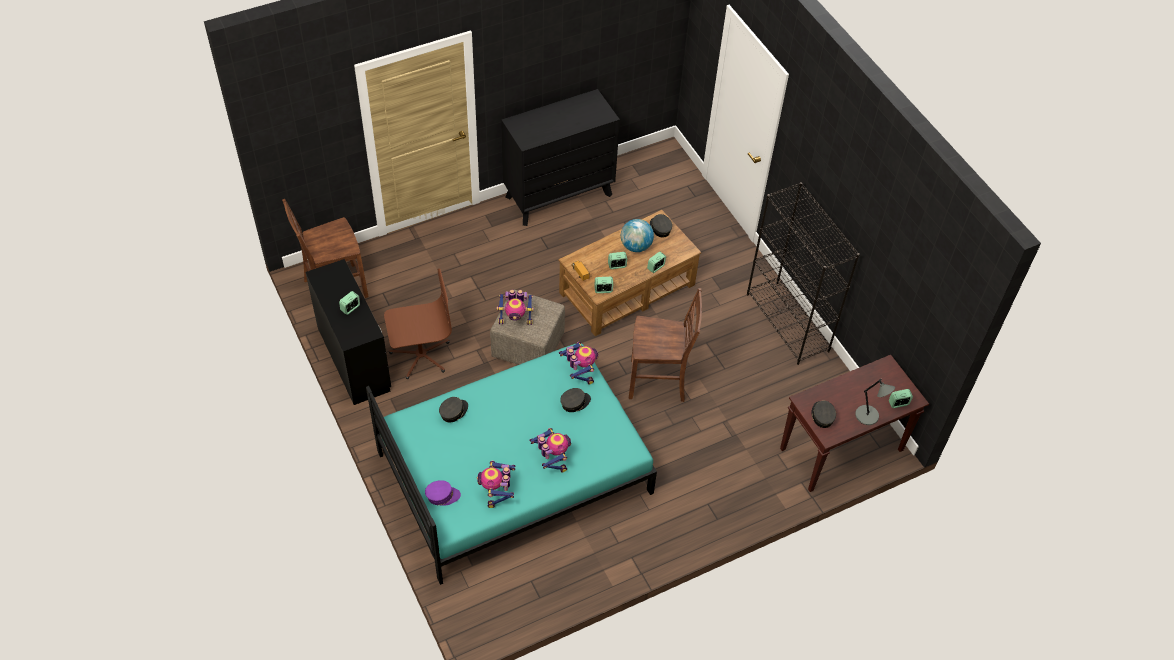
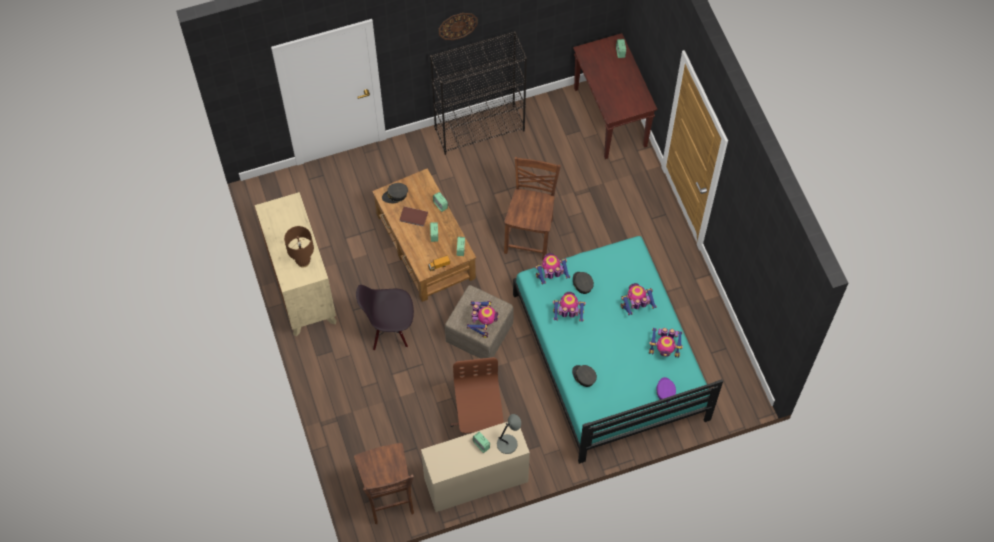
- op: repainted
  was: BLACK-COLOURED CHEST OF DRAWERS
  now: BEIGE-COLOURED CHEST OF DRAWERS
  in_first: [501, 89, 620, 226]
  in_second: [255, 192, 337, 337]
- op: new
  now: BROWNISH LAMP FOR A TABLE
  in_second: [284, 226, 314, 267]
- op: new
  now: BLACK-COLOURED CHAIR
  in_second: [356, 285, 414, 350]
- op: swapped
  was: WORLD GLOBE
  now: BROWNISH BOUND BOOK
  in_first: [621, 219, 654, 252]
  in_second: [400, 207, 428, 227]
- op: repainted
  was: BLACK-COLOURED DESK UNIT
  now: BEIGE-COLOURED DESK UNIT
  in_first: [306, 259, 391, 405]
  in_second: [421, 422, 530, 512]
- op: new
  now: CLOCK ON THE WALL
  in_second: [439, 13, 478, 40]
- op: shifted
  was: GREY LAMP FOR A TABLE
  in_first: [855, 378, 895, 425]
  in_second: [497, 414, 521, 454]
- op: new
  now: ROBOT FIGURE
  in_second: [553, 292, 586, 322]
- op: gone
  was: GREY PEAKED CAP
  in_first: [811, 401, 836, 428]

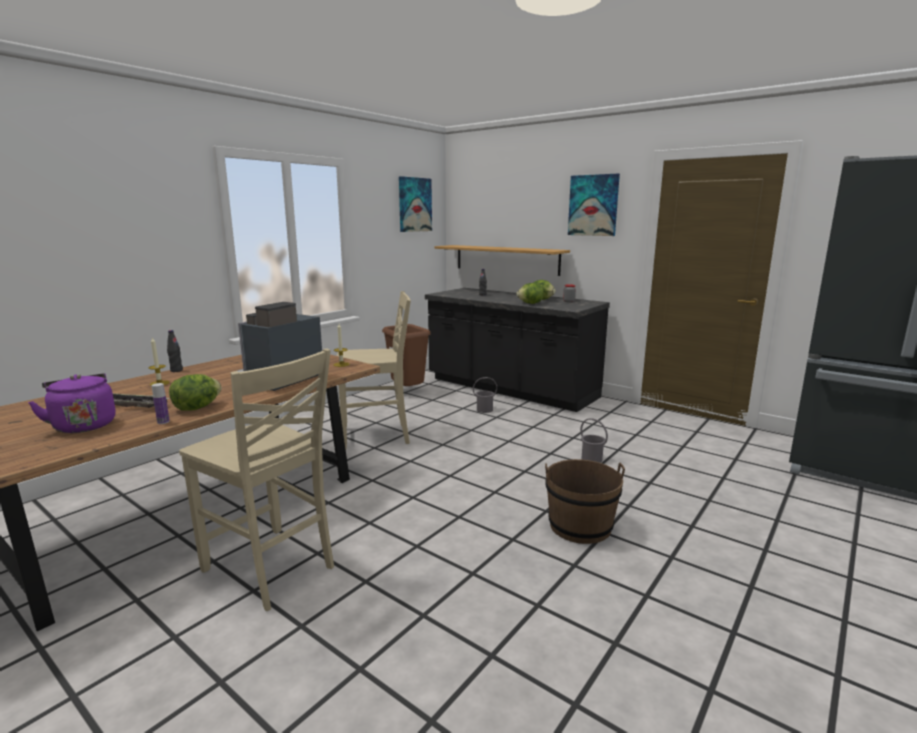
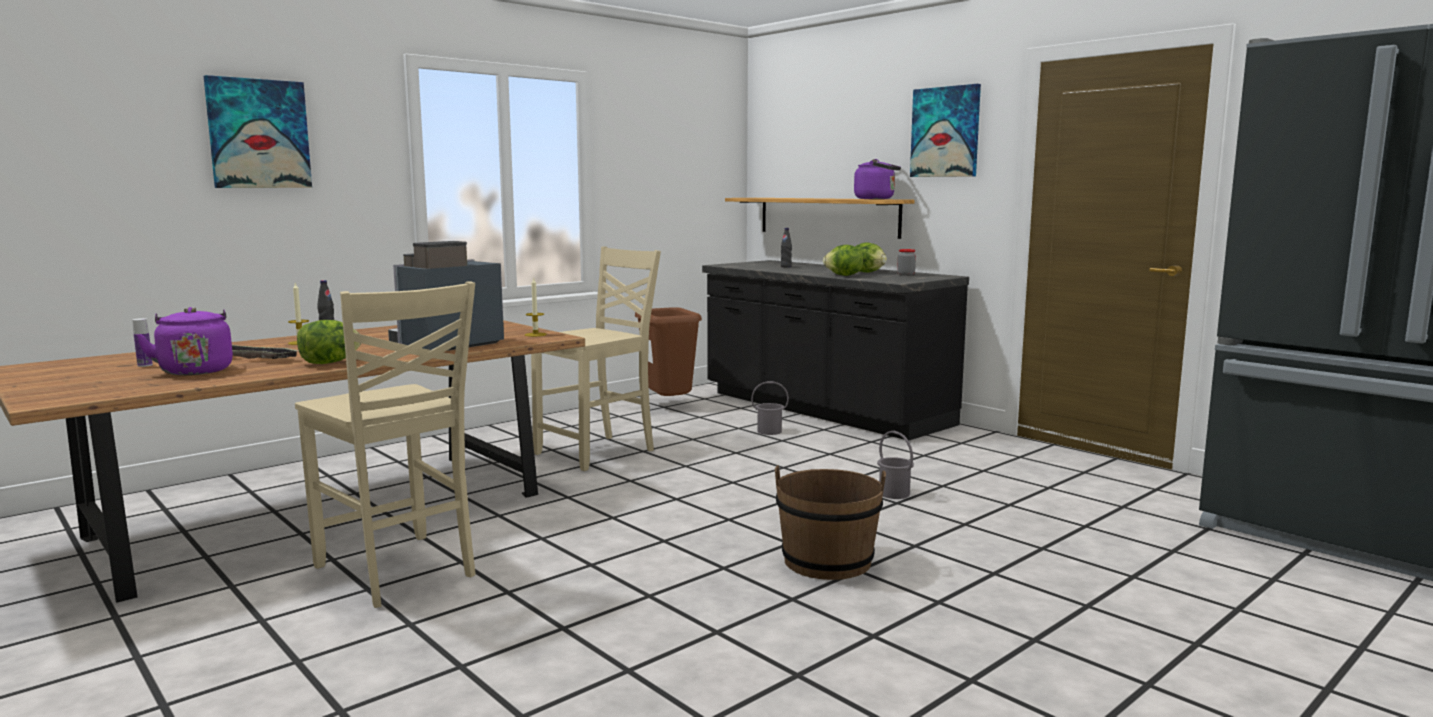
- op: shifted
  was: DRINK BOTTLE
  in_first: [152, 383, 170, 424]
  in_second: [132, 318, 153, 367]
- op: shifted
  was: PICTURE
  in_first: [399, 176, 432, 232]
  in_second: [204, 75, 312, 188]
- op: rotated
  was: BEIGE-COLOURED CHAIR
  in_first: [337, 291, 411, 449]
  in_second: [531, 246, 661, 471]
  clockwise: -45
- op: new
  now: PURPLE-COLOURED WATER KETTLE
  in_second: [854, 159, 901, 199]

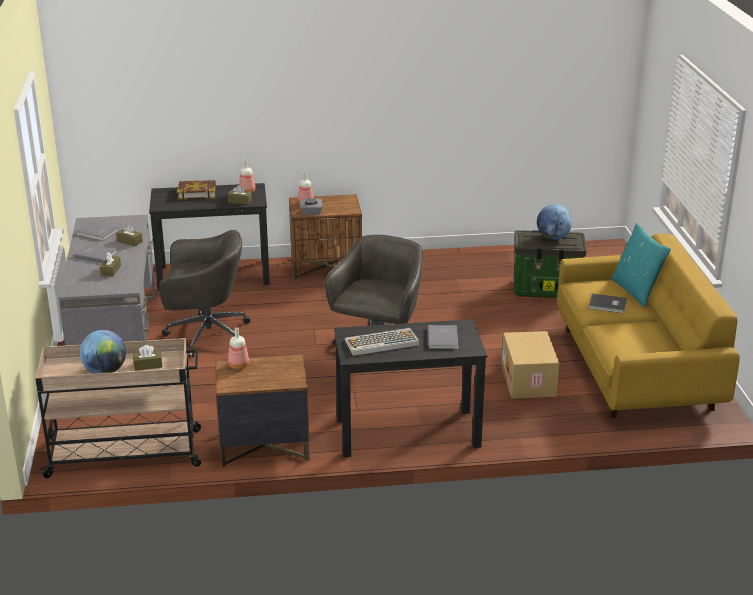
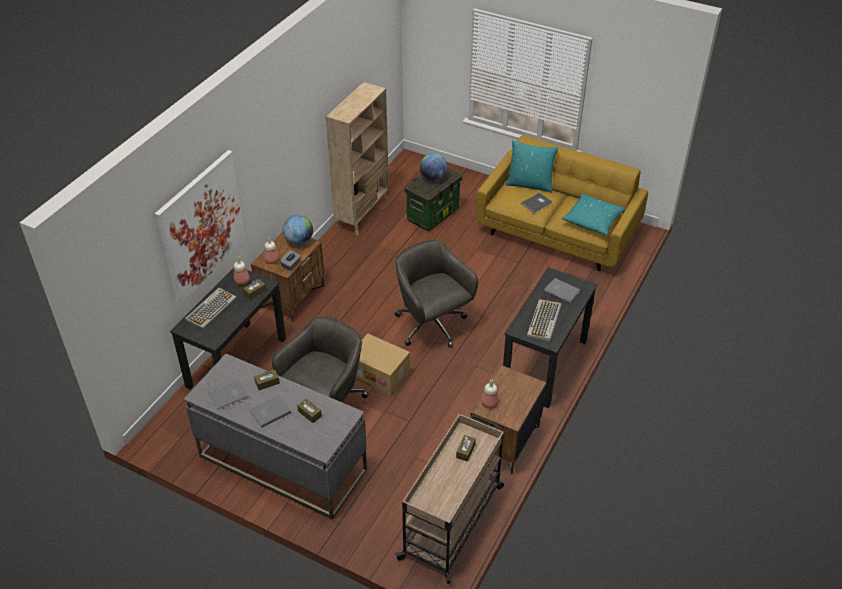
- op: new
  now: PICTURE
  in_second: [155, 150, 247, 304]
- op: swapped
  was: BOUND BOOK
  now: COMPUTER KEYBOARD
  in_first: [177, 180, 216, 200]
  in_second: [185, 288, 237, 329]
- op: shifted
  was: WORLD GLOBE
  in_first: [80, 330, 126, 374]
  in_second: [283, 215, 313, 245]
- op: new
  now: BEIGE-COLOURED BOOKSHELF
  in_second: [326, 82, 389, 235]
- op: shifted
  was: CARDBOARD BOX
  in_first: [501, 331, 559, 398]
  in_second: [355, 334, 410, 397]
- op: new
  now: TURQUOISE-COLOURED PILLOW
  in_second: [561, 193, 625, 235]

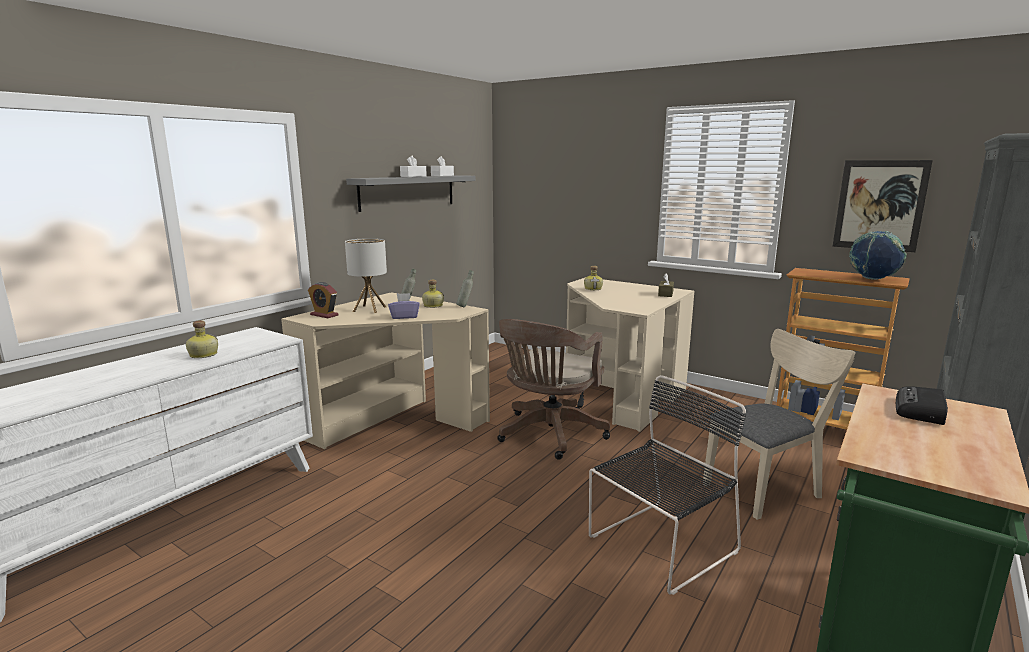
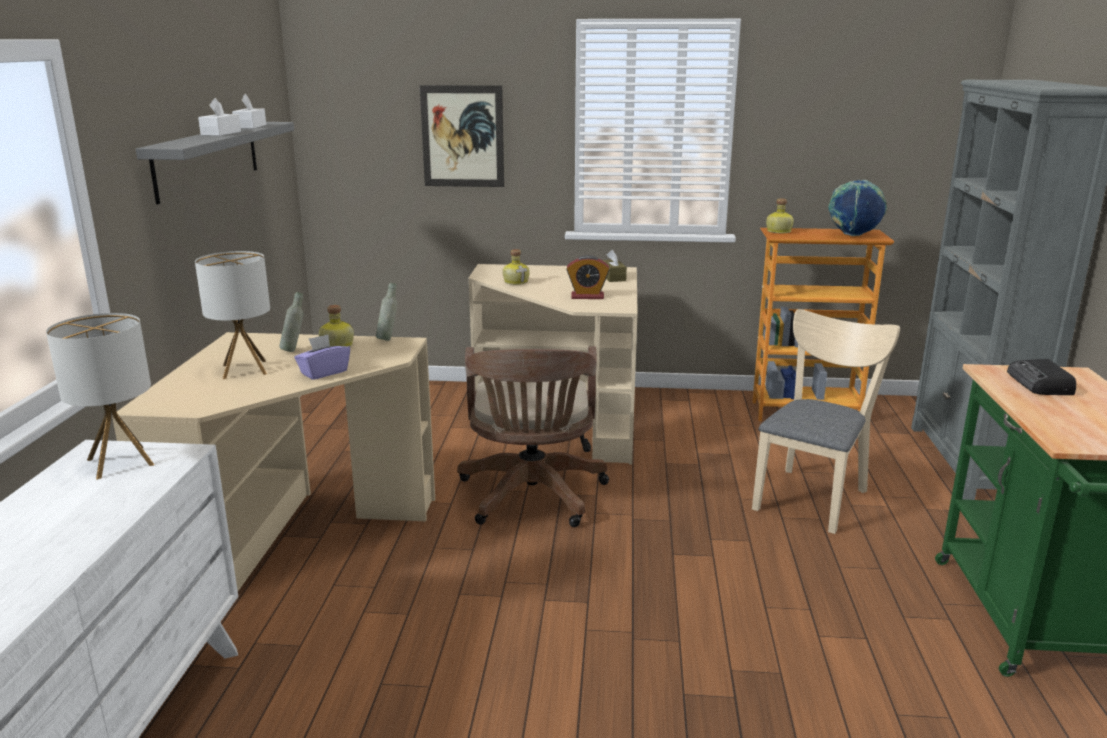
- op: new
  now: LAMP FOR A TABLE
  in_second: [46, 313, 155, 479]
- op: shifted
  was: PICTURE
  in_first: [832, 160, 933, 252]
  in_second: [420, 85, 504, 187]
- op: shifted
  was: ALARM CLOCK
  in_first: [308, 282, 339, 318]
  in_second: [566, 255, 610, 299]
- op: shifted
  was: DRINK BOTTLE
  in_first: [186, 321, 218, 358]
  in_second: [766, 198, 794, 233]
- op: gone
  was: BLACK-COLOURED CHAIR
  in_first: [589, 375, 746, 595]

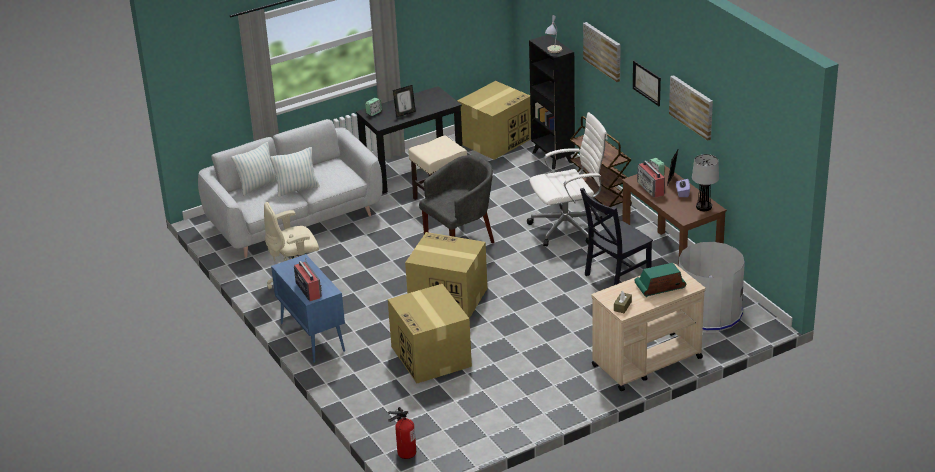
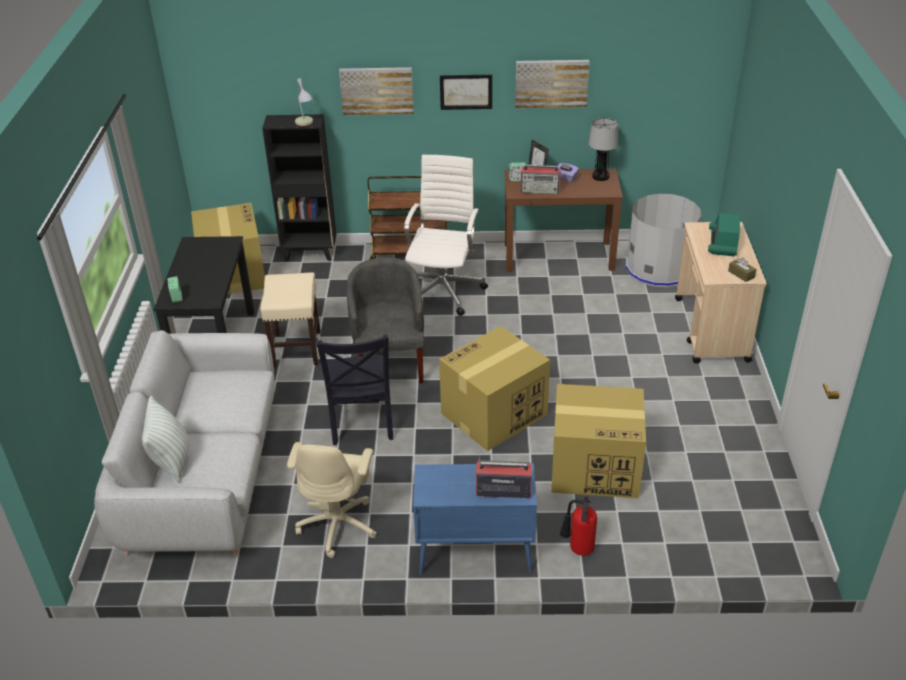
- op: shifted
  was: BLACK-COLOURED CHAIR
  in_first: [580, 188, 653, 285]
  in_second: [317, 334, 393, 445]
- op: shifted
  was: FIRE-FIGHTING CYLINDER
  in_first: [388, 407, 416, 459]
  in_second: [560, 496, 597, 556]
- op: gone
  was: PILLOW
  in_first: [270, 147, 320, 197]
- op: gone
  was: STANDING FRAME
  in_first: [393, 85, 416, 117]

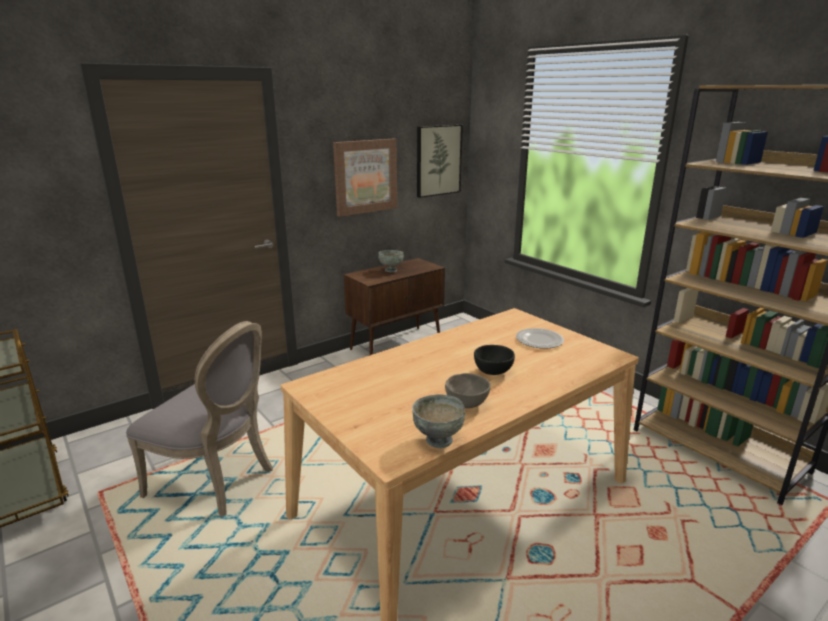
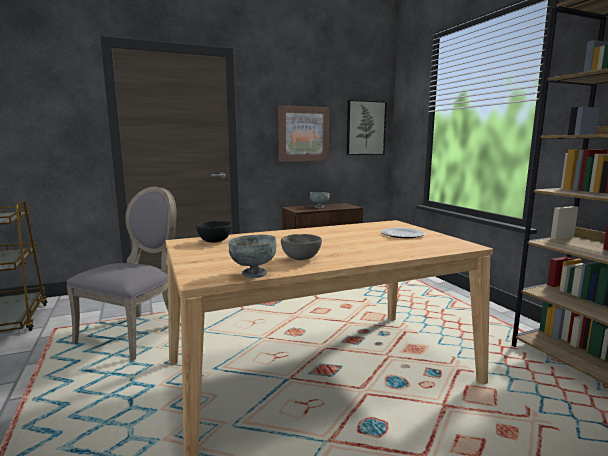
- op: rotated
  was: GREY CHAIR
  in_first: [126, 321, 273, 517]
  in_second: [66, 187, 181, 361]
  clockwise: -105
- op: shifted
  was: BLACK-COLOURED DEEP DISH
  in_first: [474, 345, 515, 375]
  in_second: [196, 221, 232, 243]

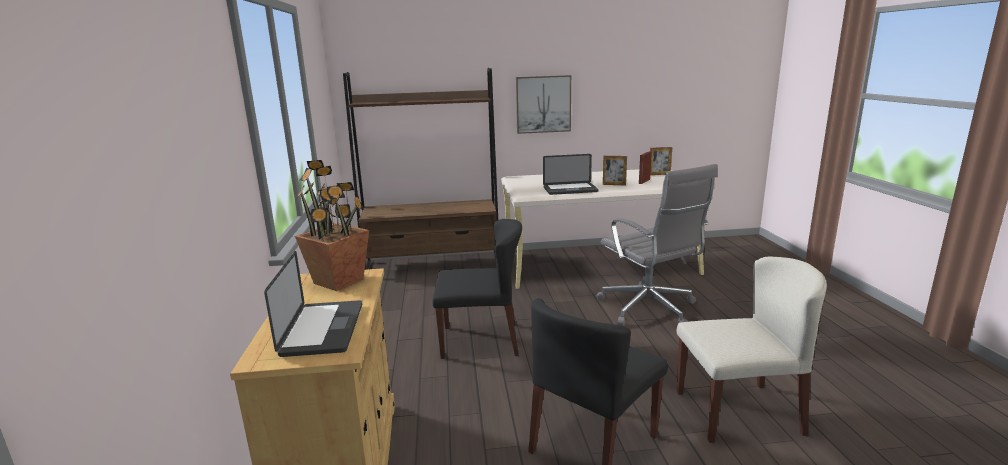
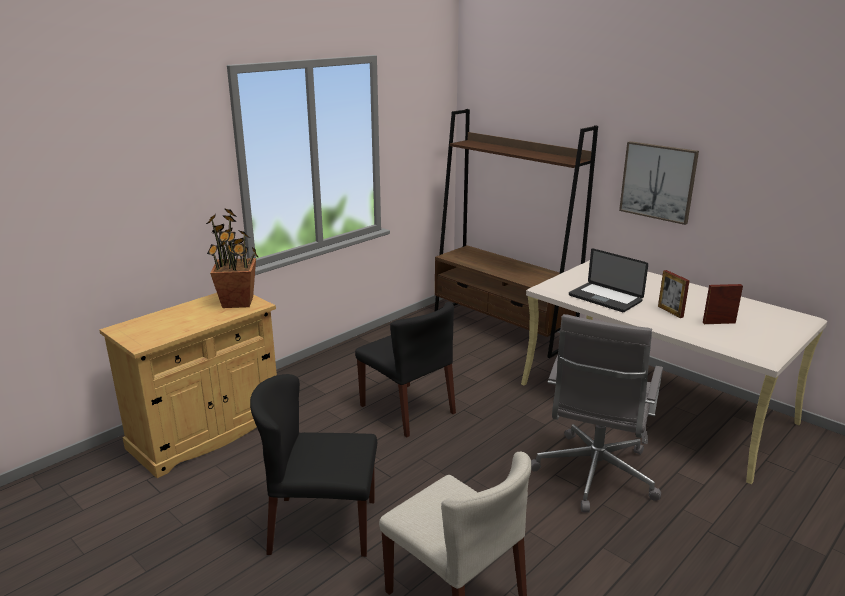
- op: gone
  was: LAPTOP
  in_first: [264, 251, 362, 357]
- op: gone
  was: STANDING FRAME
  in_first: [650, 147, 672, 175]

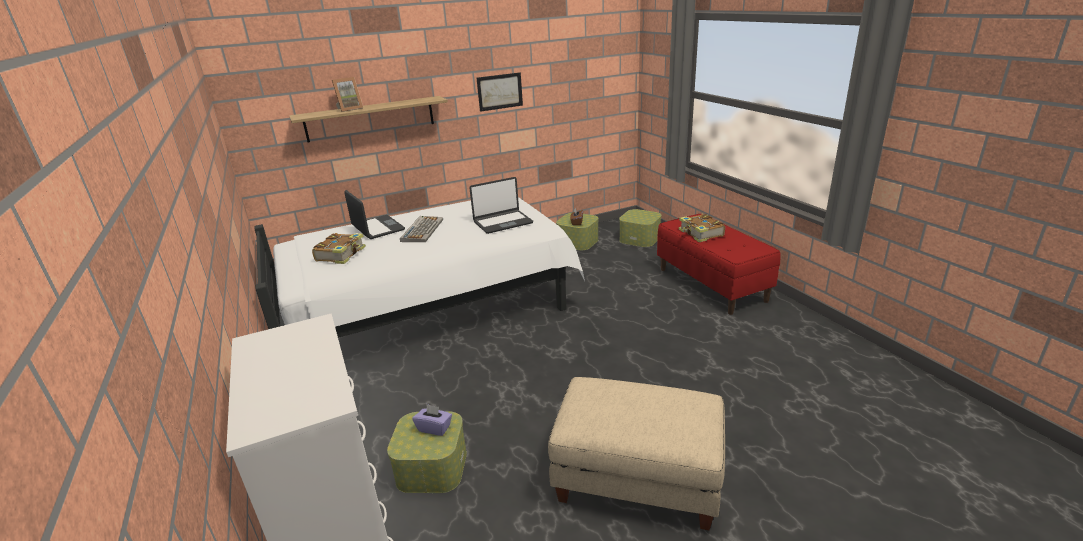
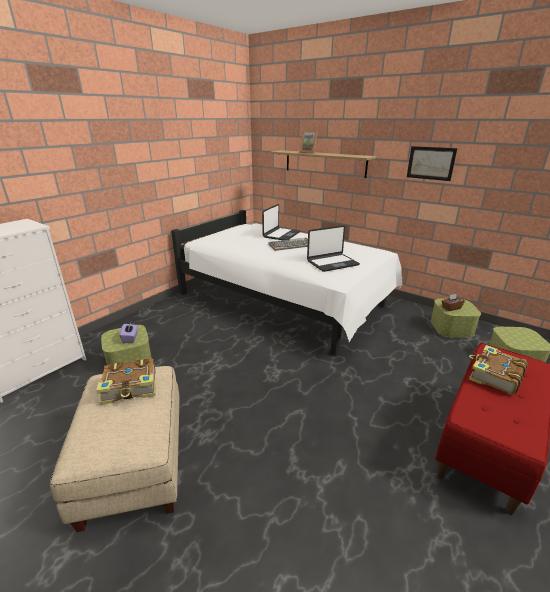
- op: shifted
  was: BOUND BOOK
  in_first: [312, 233, 366, 264]
  in_second: [96, 358, 156, 405]
- op: rotated
  was: LAPTOP
  in_first: [470, 177, 533, 234]
  in_second: [307, 225, 360, 272]
  clockwise: -60

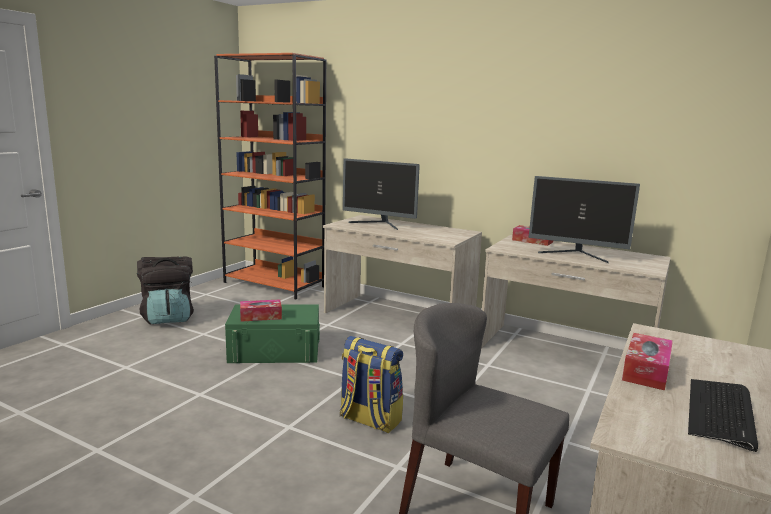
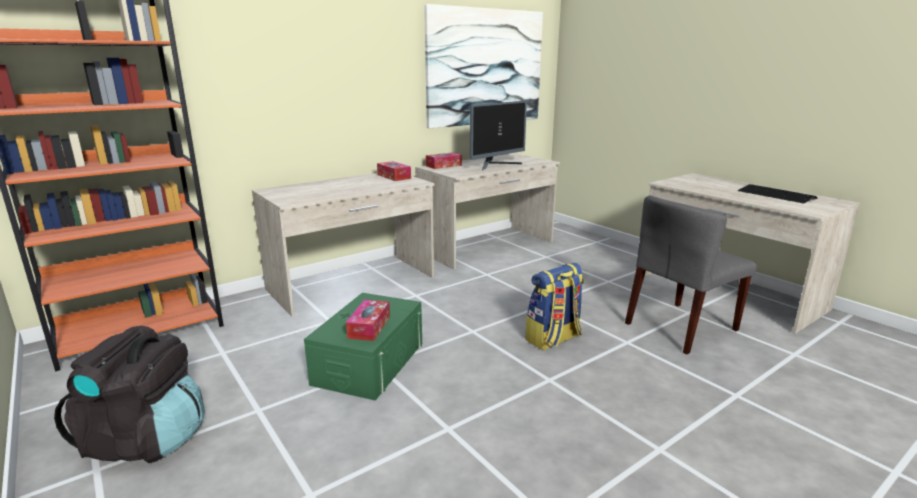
- op: shifted
  was: BOX OF TISSUES
  in_first: [622, 333, 673, 391]
  in_second: [377, 161, 411, 181]
- op: new
  now: PICTURE
  in_second: [424, 4, 543, 128]
- op: gone
  was: MONITOR
  in_first: [343, 158, 420, 230]

